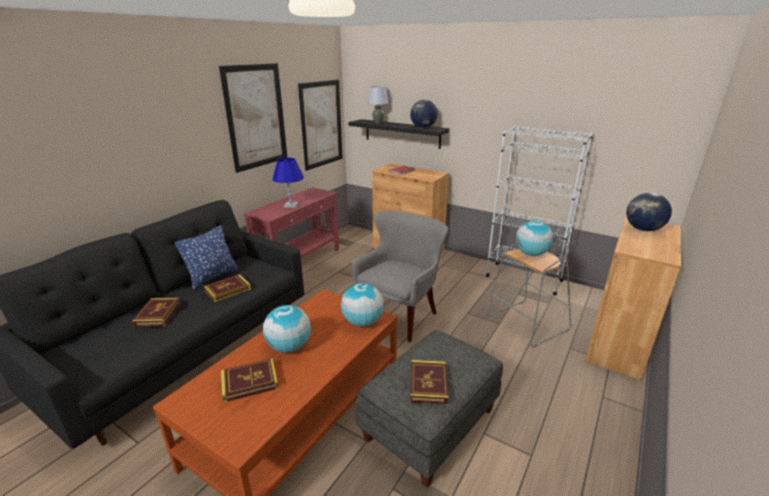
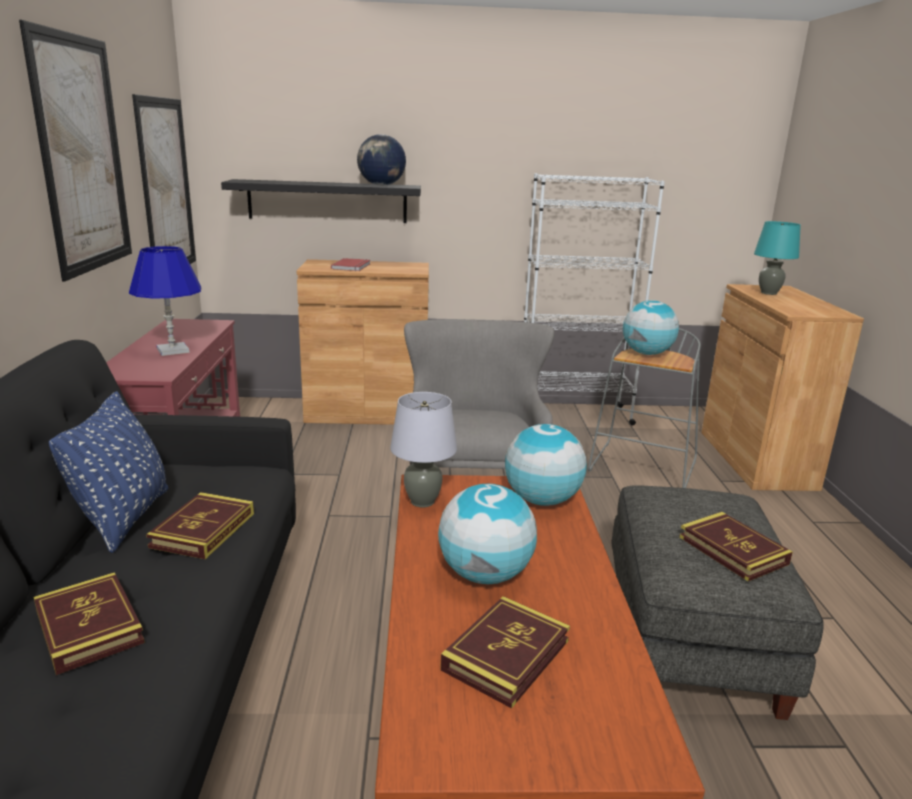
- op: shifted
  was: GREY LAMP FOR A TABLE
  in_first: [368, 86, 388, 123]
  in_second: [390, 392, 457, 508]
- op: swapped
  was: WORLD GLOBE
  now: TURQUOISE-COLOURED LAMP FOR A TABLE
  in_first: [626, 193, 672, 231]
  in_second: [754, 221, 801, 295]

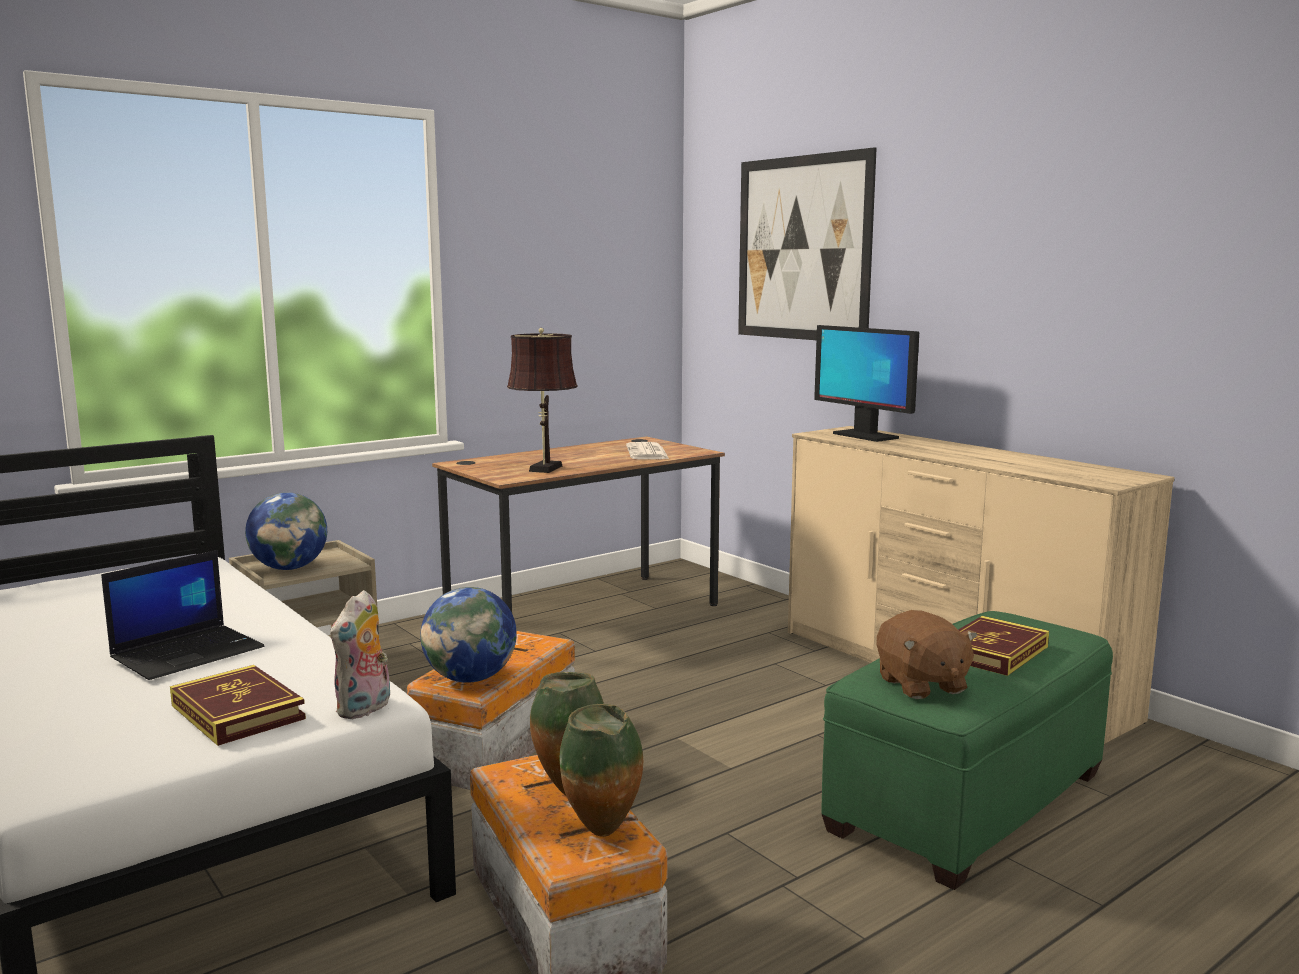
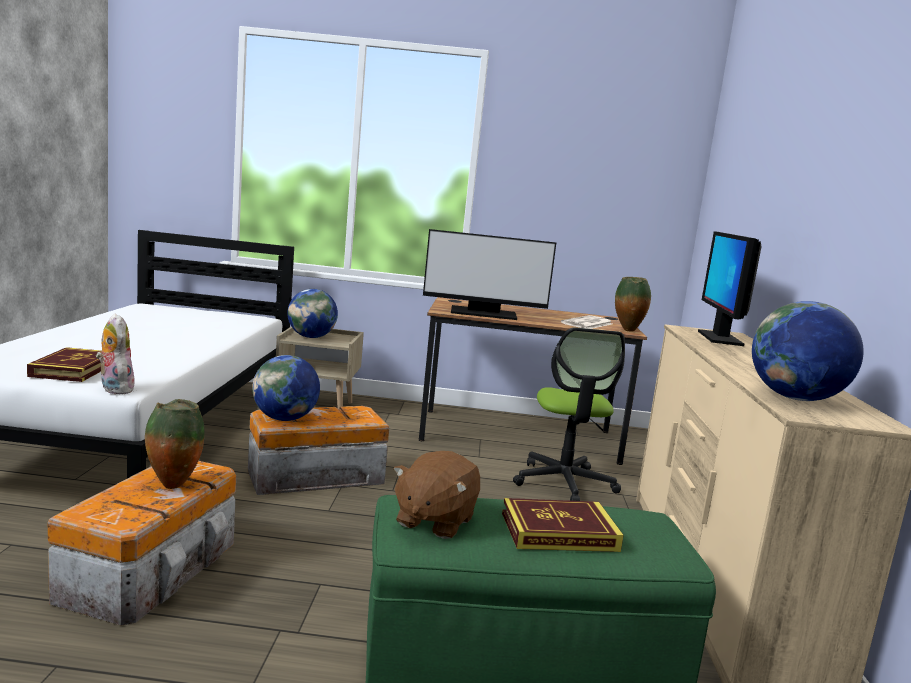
- op: rotated
  was: CUDDLY TOY
  in_first: [330, 590, 390, 719]
  in_second: [96, 313, 135, 394]
  clockwise: 75
- op: swapped
  was: BROWNISH LAMP FOR A TABLE
  now: MONITOR
  in_first: [507, 328, 578, 473]
  in_second: [423, 229, 556, 320]
- op: new
  now: COMPUTER CHAIR
  in_second: [513, 327, 625, 501]
- op: shifted
  was: VASE
  in_first: [559, 704, 643, 837]
  in_second: [615, 277, 651, 332]
- op: new
  now: WORLD GLOBE
  in_second: [752, 301, 864, 401]
- op: gone
  was: LAPTOP
  in_first: [101, 550, 264, 680]
- op: gone
  was: PICTURE
  in_first: [738, 147, 877, 340]

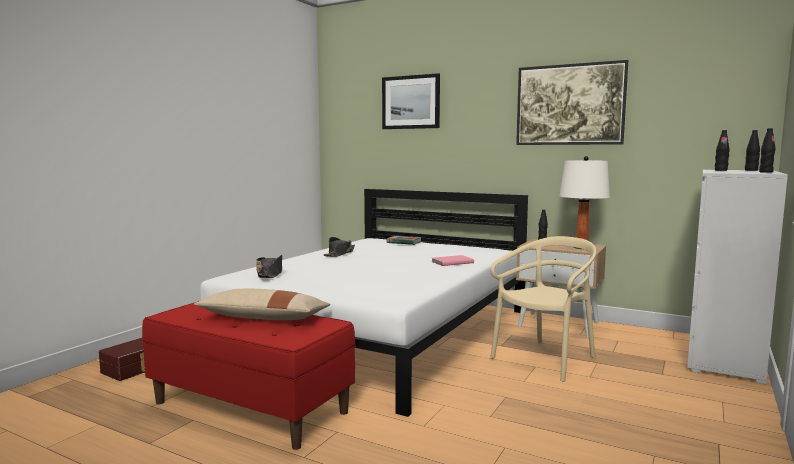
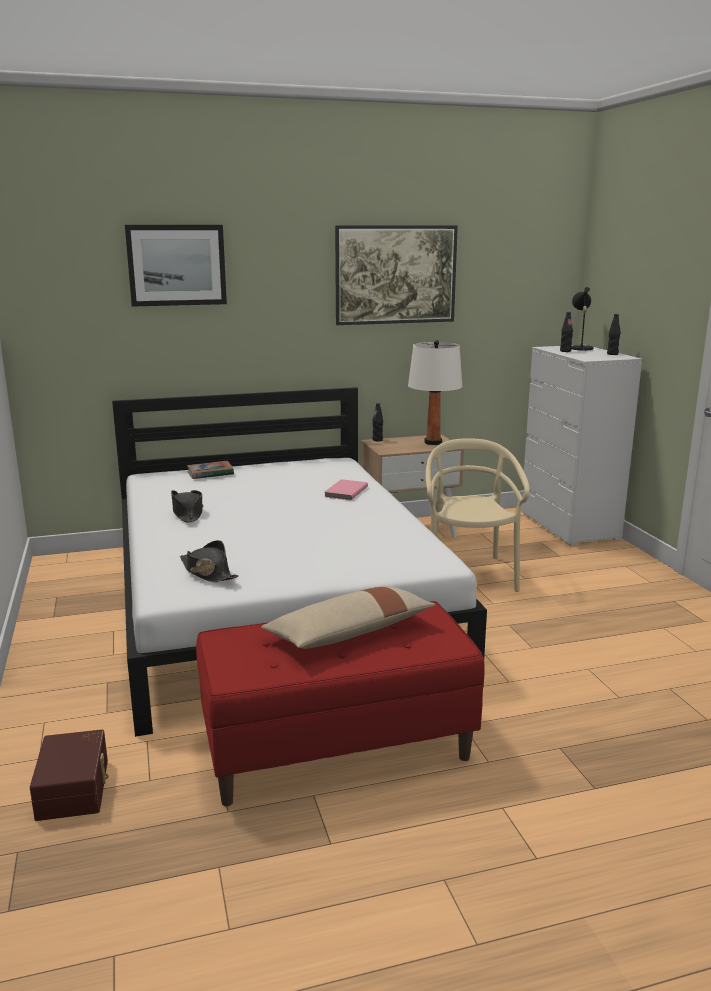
- op: swapped
  was: BLACK-COLOURED DRINK BOTTLE
  now: BLACK-COLOURED LAMP FOR A TABLE
  in_first: [745, 130, 760, 171]
  in_second: [571, 287, 593, 352]

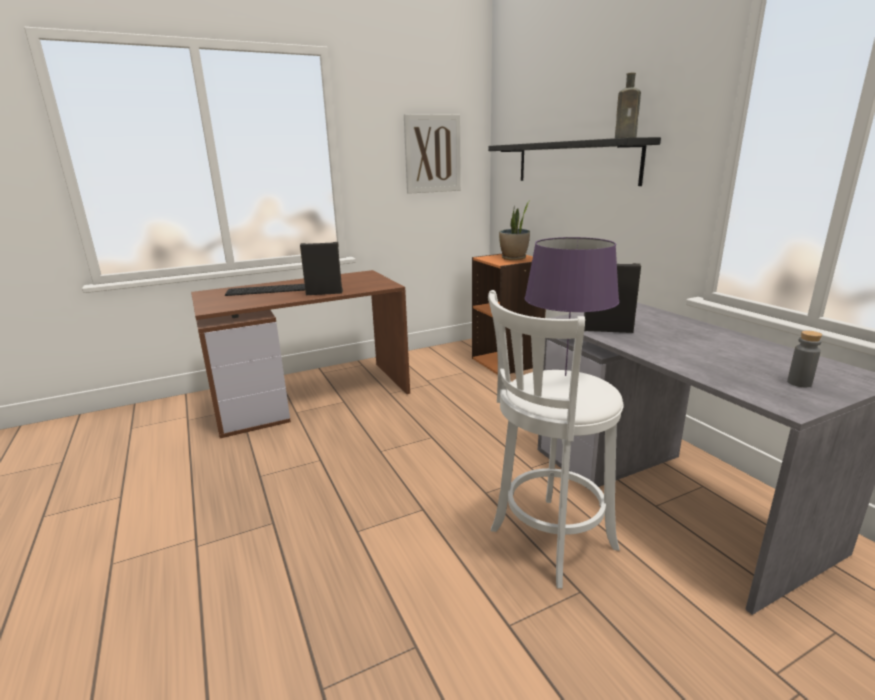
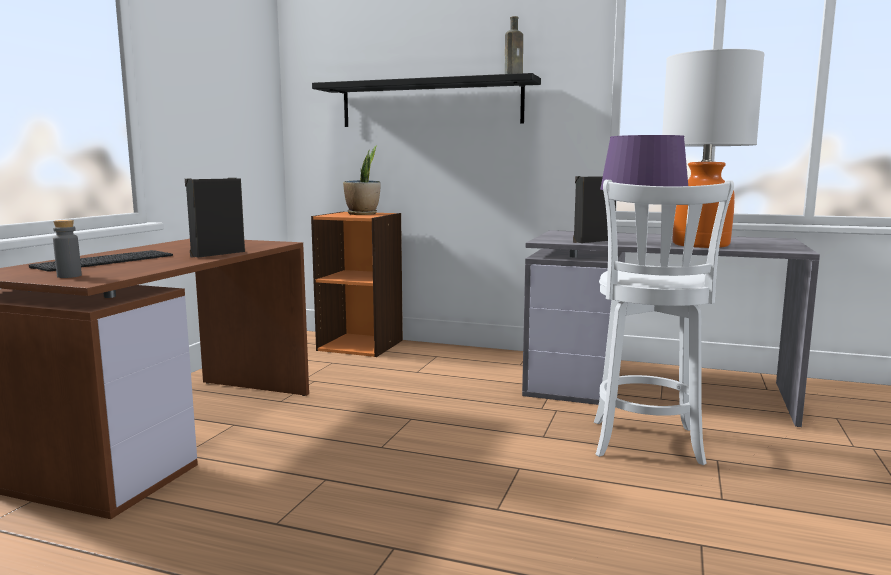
- op: shifted
  was: GREY DRINK BOTTLE
  in_first: [787, 331, 822, 387]
  in_second: [53, 220, 82, 278]
- op: new
  now: LAMP FOR A TABLE
  in_second: [662, 49, 765, 248]
- op: gone
  was: PICTURE
  in_first: [404, 114, 461, 194]

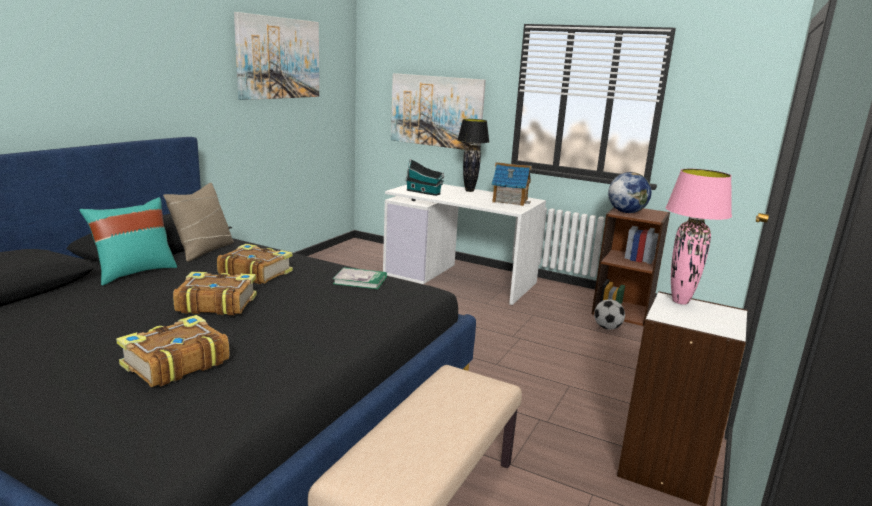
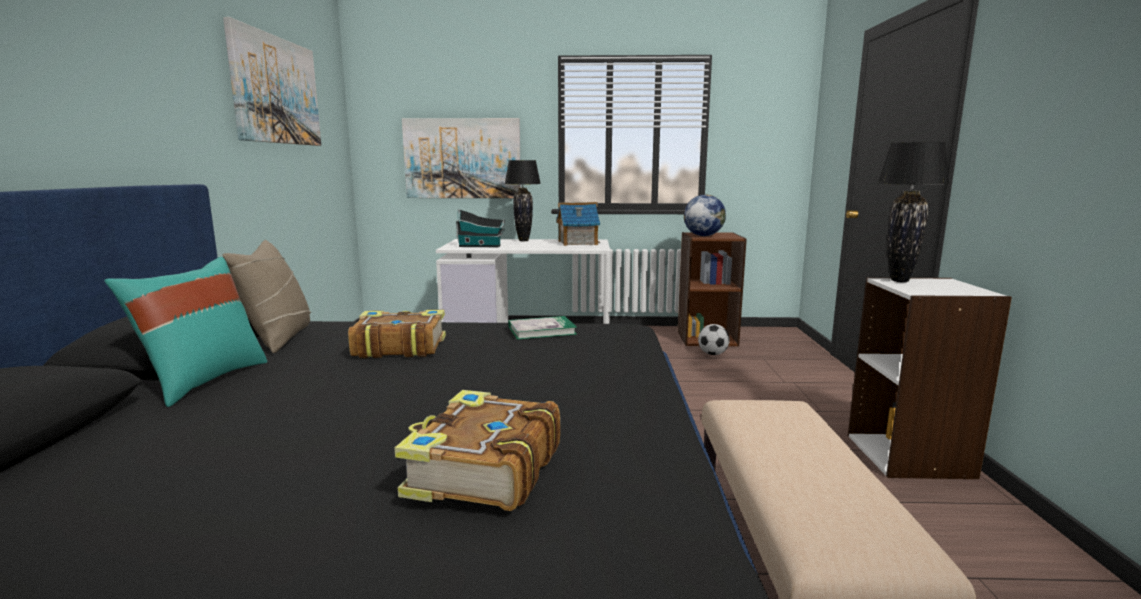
- op: repainted
  was: PINK-COLOURED LAMP FOR A TABLE
  now: BLACK-COLOURED LAMP FOR A TABLE
  in_first: [666, 169, 732, 305]
  in_second: [878, 142, 950, 282]
- op: gone
  was: BOUND BOOK
  in_first: [173, 272, 257, 316]

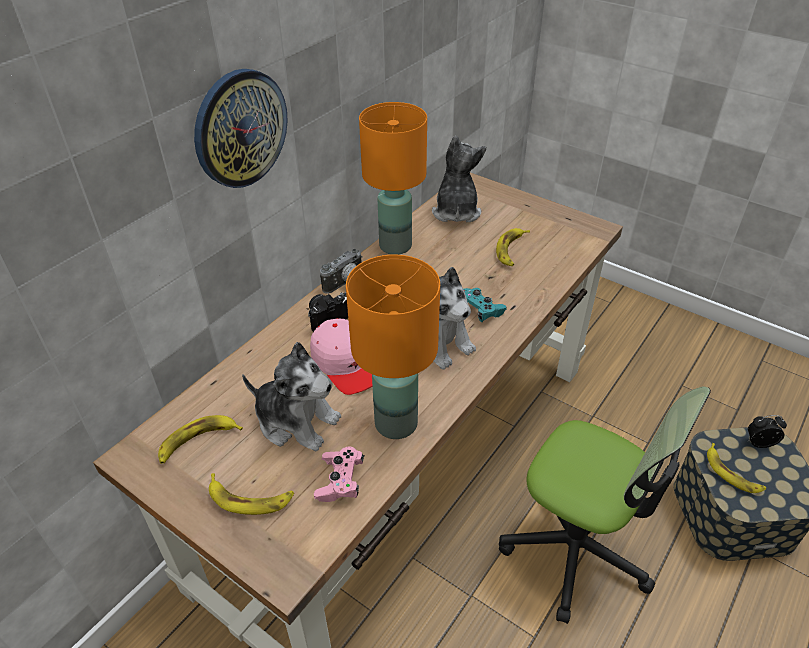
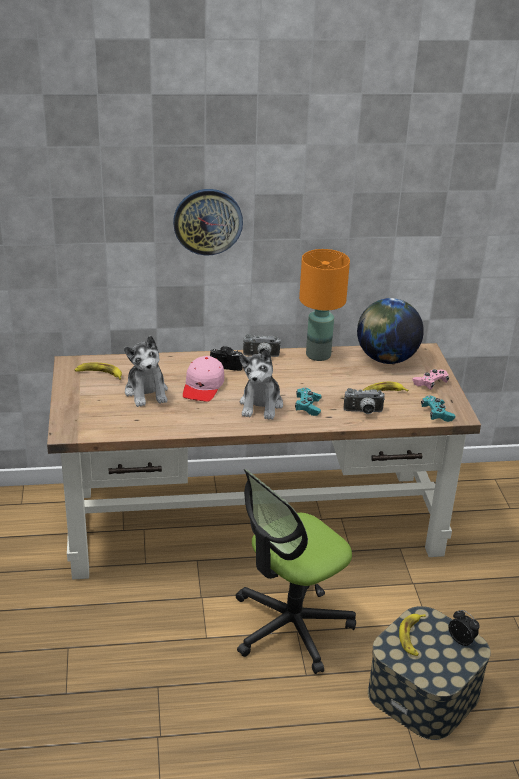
- op: rotated
  was: COMPUTER CHAIR
  in_first: [499, 386, 711, 624]
  in_second: [236, 469, 356, 674]
  clockwise: 60
- op: new
  now: PHOTO CAMERA
  in_second: [343, 388, 385, 414]
- op: swapped
  was: CUDDLY TOY
  now: WORLD GLOBE
  in_first: [432, 136, 486, 222]
  in_second: [357, 298, 424, 364]
- op: shifted
  was: PINK-COLOURED GAME CONTROLLER
  in_first: [314, 446, 364, 502]
  in_second: [412, 369, 449, 390]
- op: new
  now: TURQUOISE-COLOURED GAME CONTROLLER
  in_second: [421, 396, 455, 422]
- op: gone
  was: BANANA
  in_first: [209, 473, 294, 515]
- op: gone
  was: ORANGE LAMP FOR A TABLE
  in_first: [346, 255, 440, 439]

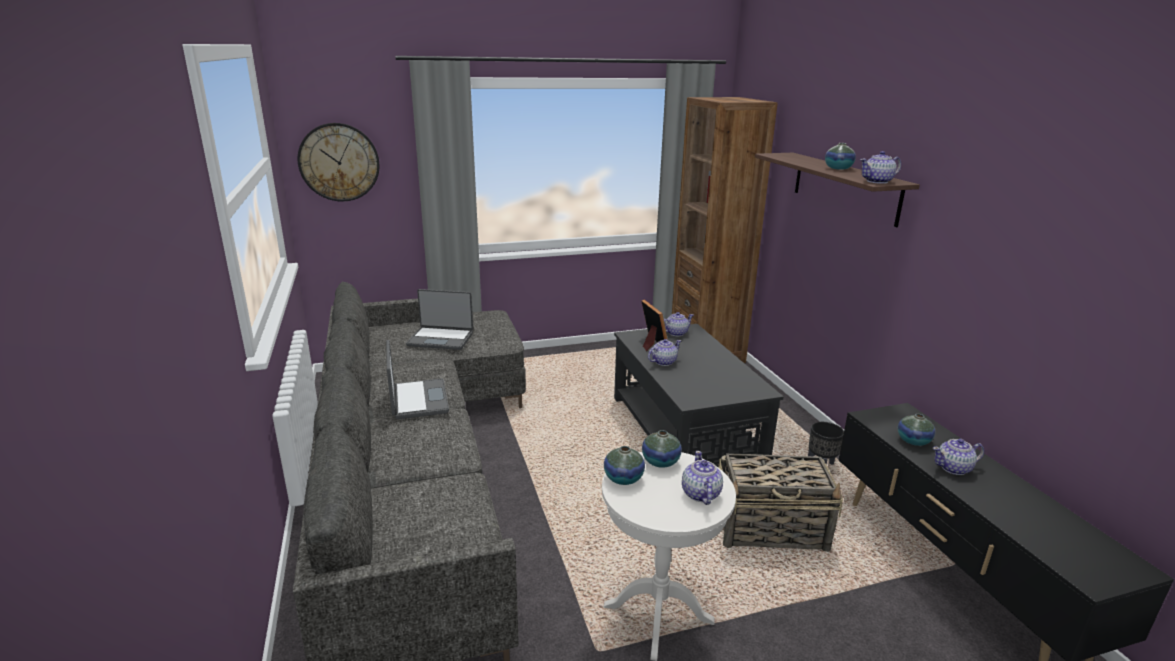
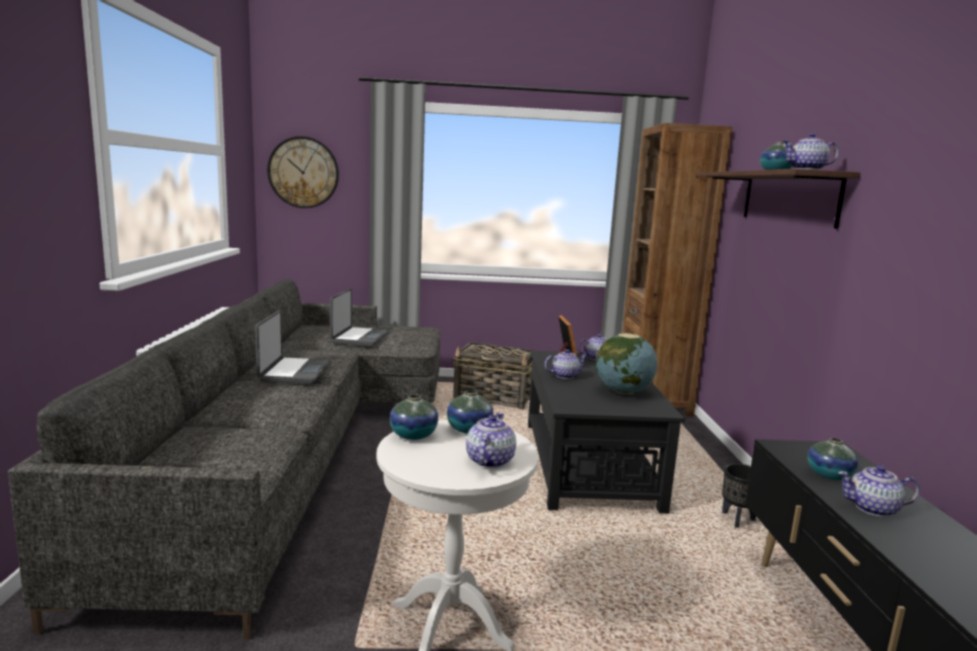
- op: rotated
  was: LAPTOP
  in_first: [406, 289, 473, 350]
  in_second: [330, 289, 389, 346]
  clockwise: -105
- op: shifted
  was: STORAGE BASKET
  in_first: [718, 454, 843, 552]
  in_second: [453, 342, 534, 409]
- op: new
  now: WORLD GLOBE
  in_second: [596, 333, 657, 394]

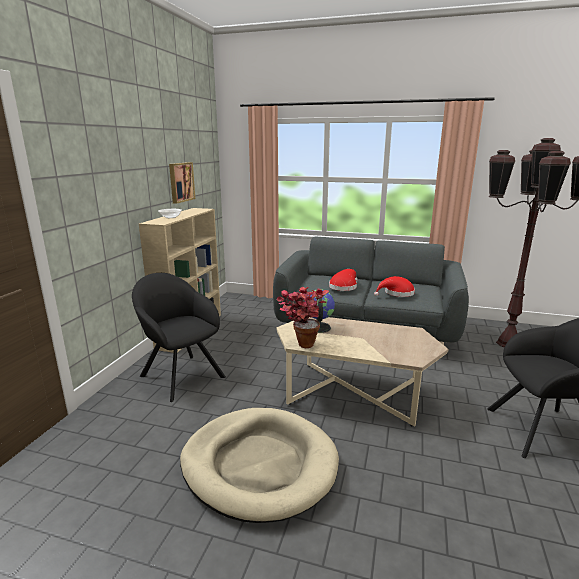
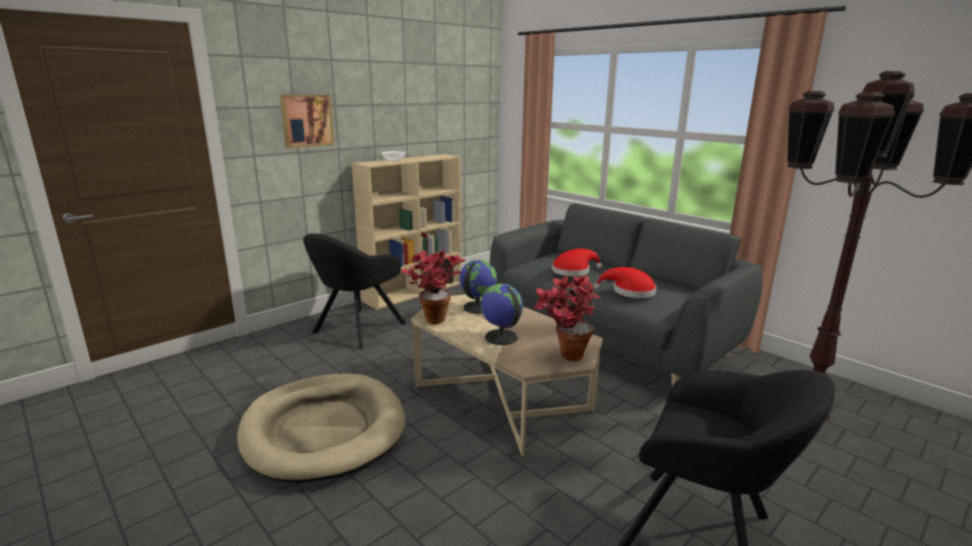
- op: shifted
  was: PICTURE
  in_first: [169, 162, 195, 204]
  in_second: [280, 95, 335, 148]
- op: rotated
  was: BLACK-COLOURED ARMCHAIR
  in_first: [132, 273, 226, 402]
  in_second: [303, 233, 407, 349]
  clockwise: -135
- op: new
  now: WORLD GLOBE
  in_second: [480, 284, 524, 345]
- op: new
  now: PLANT IN A POT
  in_second: [533, 276, 601, 361]

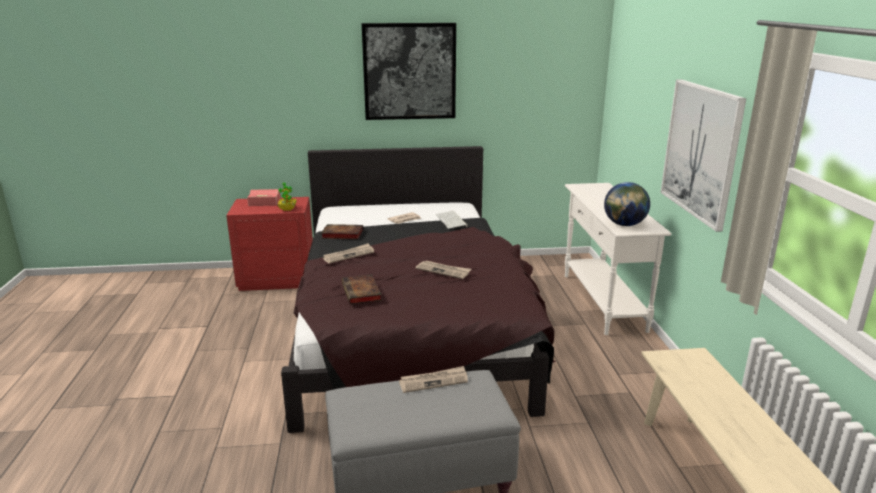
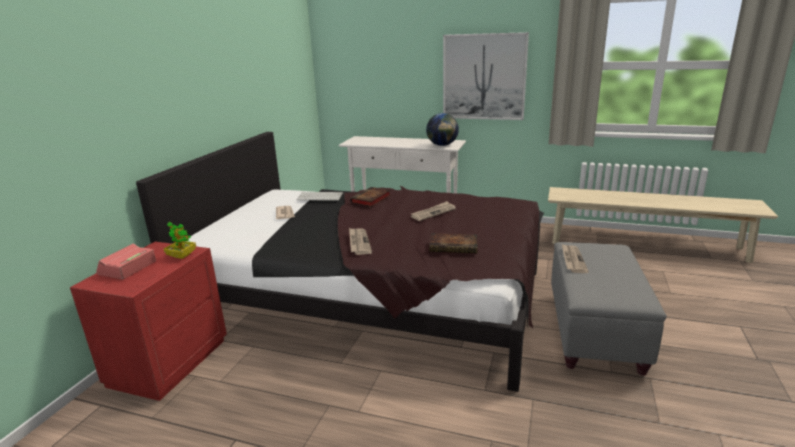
- op: shifted
  was: BOUND BOOK
  in_first: [321, 224, 364, 239]
  in_second: [350, 187, 391, 207]
- op: gone
  was: PICTURE
  in_first: [362, 23, 456, 120]

